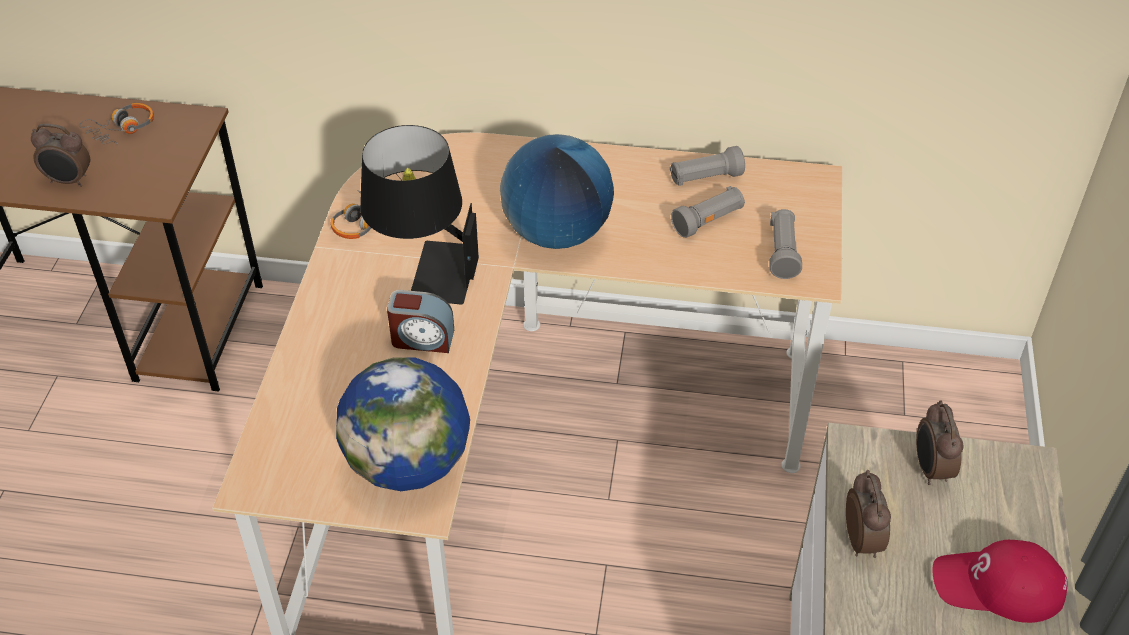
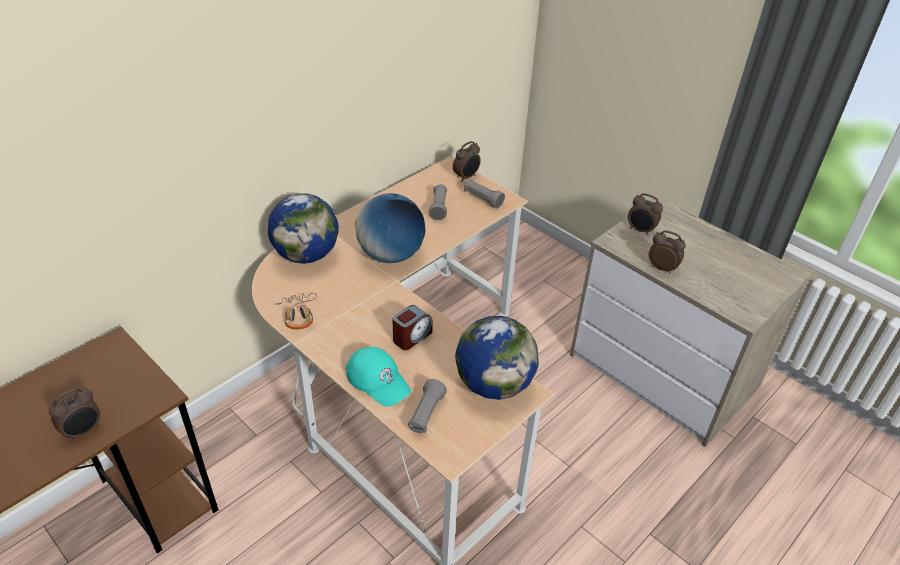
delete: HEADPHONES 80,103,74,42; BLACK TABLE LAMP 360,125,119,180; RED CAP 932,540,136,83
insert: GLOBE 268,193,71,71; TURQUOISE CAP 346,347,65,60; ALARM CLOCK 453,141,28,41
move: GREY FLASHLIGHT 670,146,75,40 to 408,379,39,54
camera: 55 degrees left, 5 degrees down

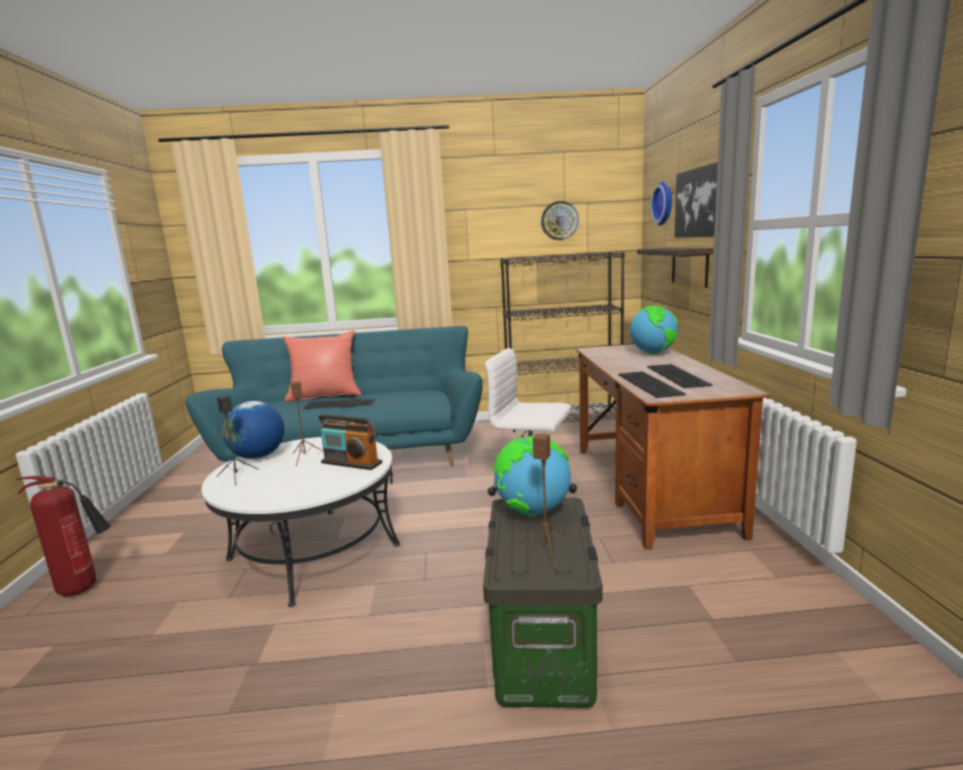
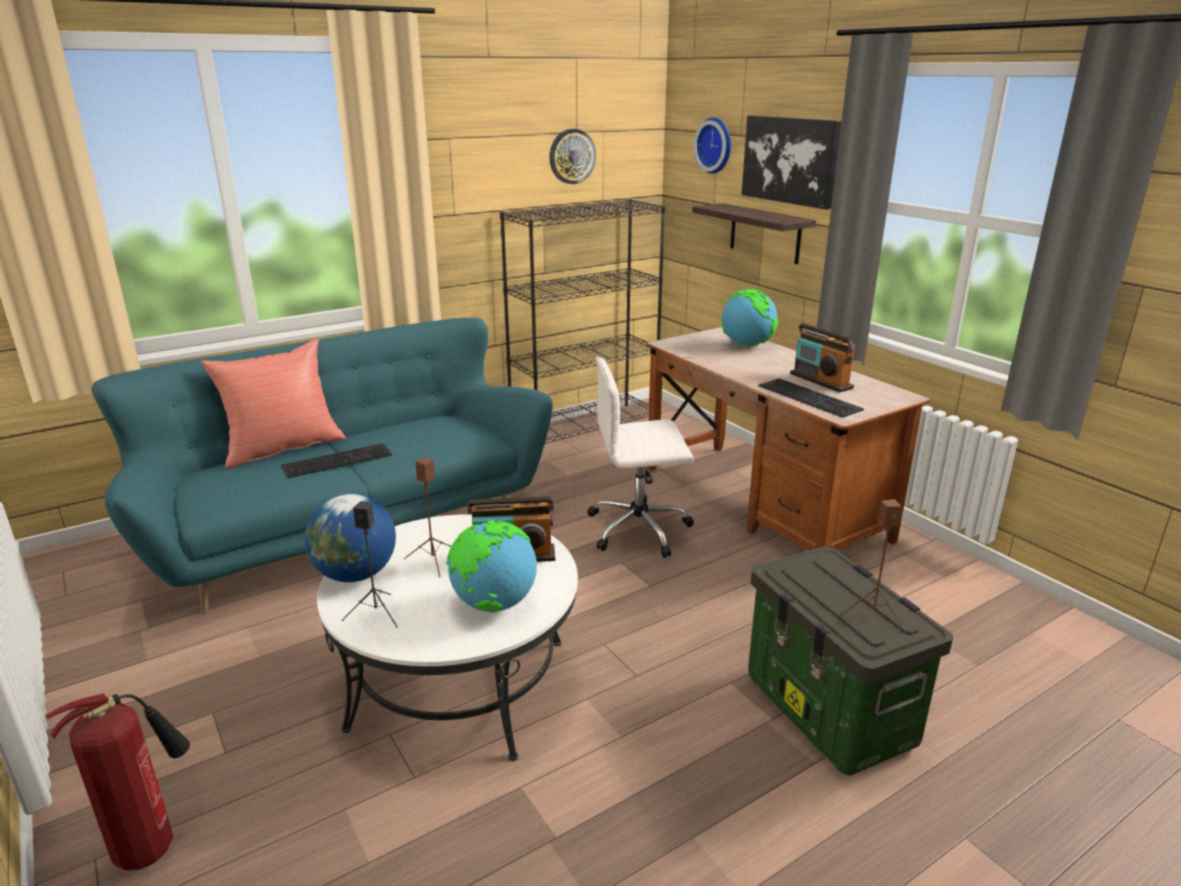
move: GLOBE 493,435,78,81 to 446,520,91,93
replace: KEYBOARD 647,364,65,24 to RADIO 790,323,65,69
camera: 30 degrees left, 10 degrees up

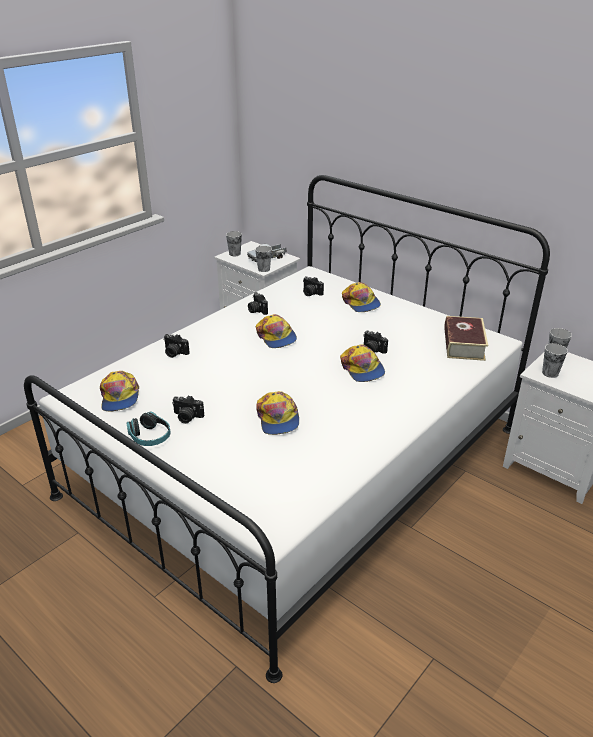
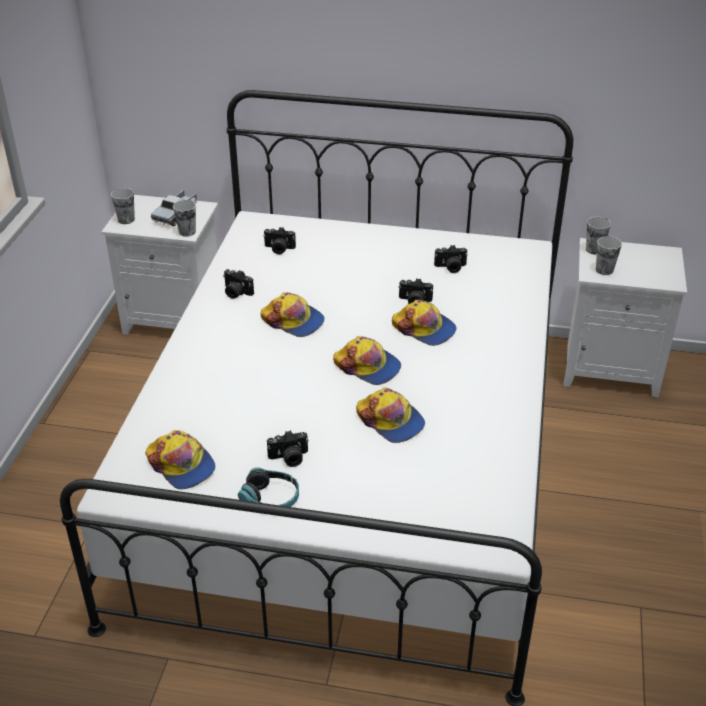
delete: BOOK 445,316,43,45
move: PHOTO CAMERA 163,334,27,24 to 434,245,34,28; CAP 342,282,39,30 to 333,336,68,49
camera: 30 degrees left, 5 degrees up

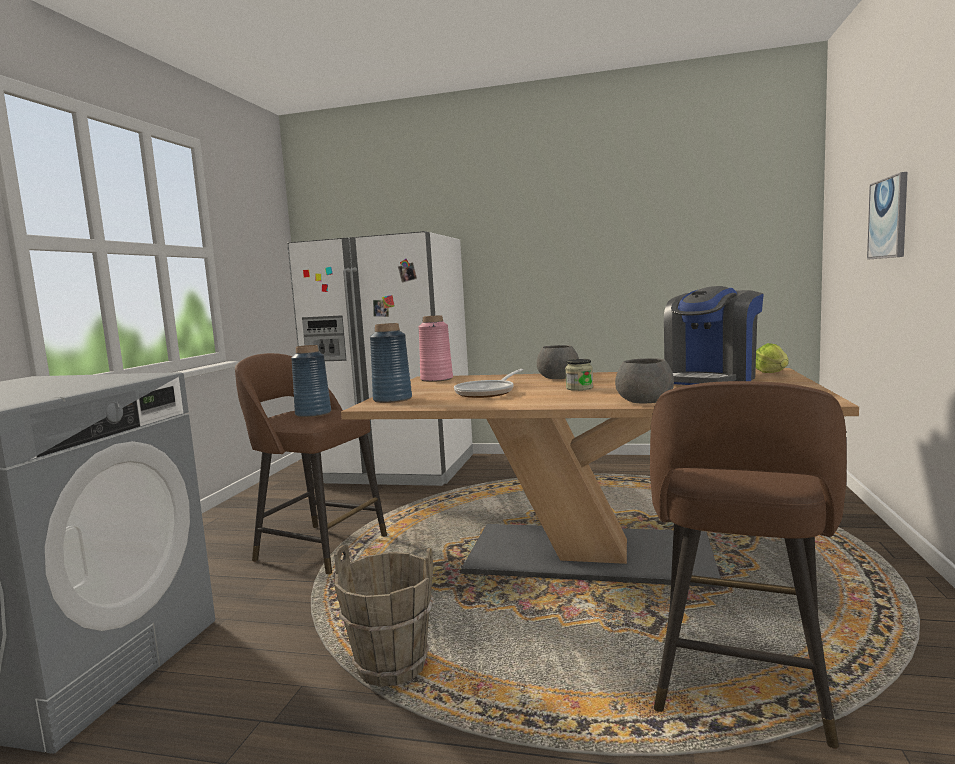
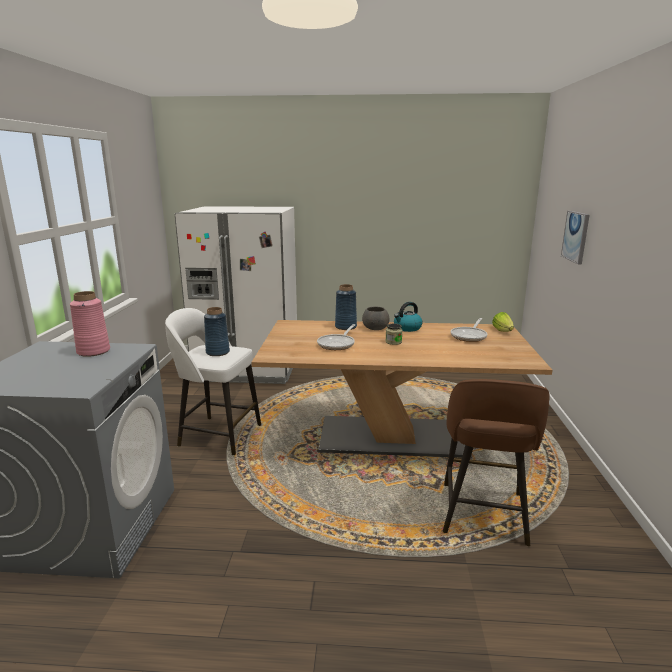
delete: BROWN BUCKET 334,545,100,142; GREY BOWL 615,358,59,45
insert: KETTLE 394,302,29,30
move: BLUE VASE 370,323,42,80 to 335,284,22,46; PINK VASE 419,315,34,67 to 70,291,40,66
replace: COFFEE MACHINE 664,286,100,99 to FRYING PAN 451,318,36,24
recolor: BROWN STOOL 235,353,152,221 to WHITE STOOL 165,308,96,147
camera: 10 degrees left, 10 degrees up

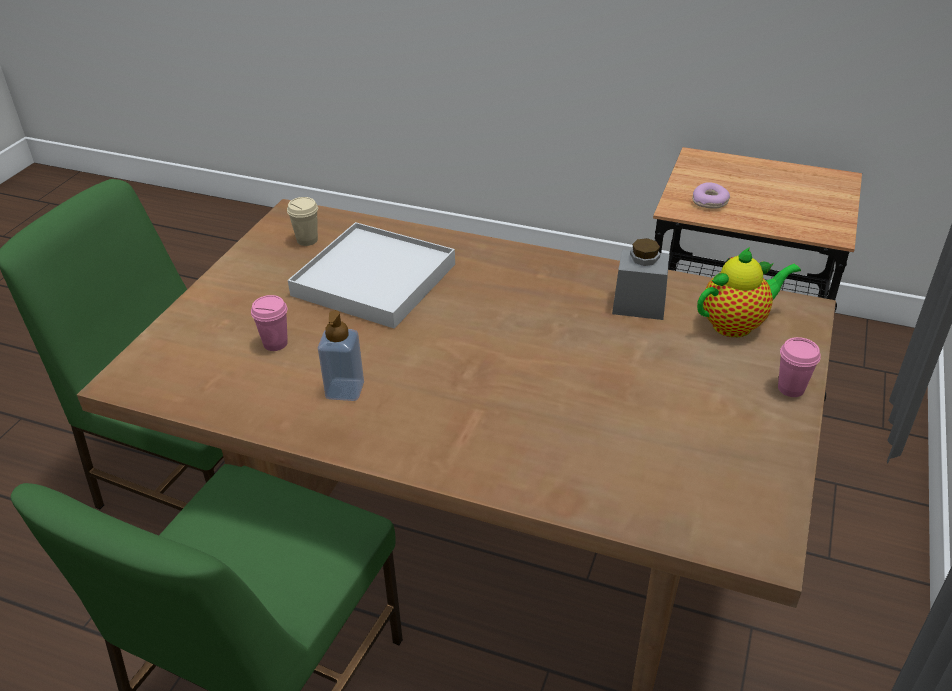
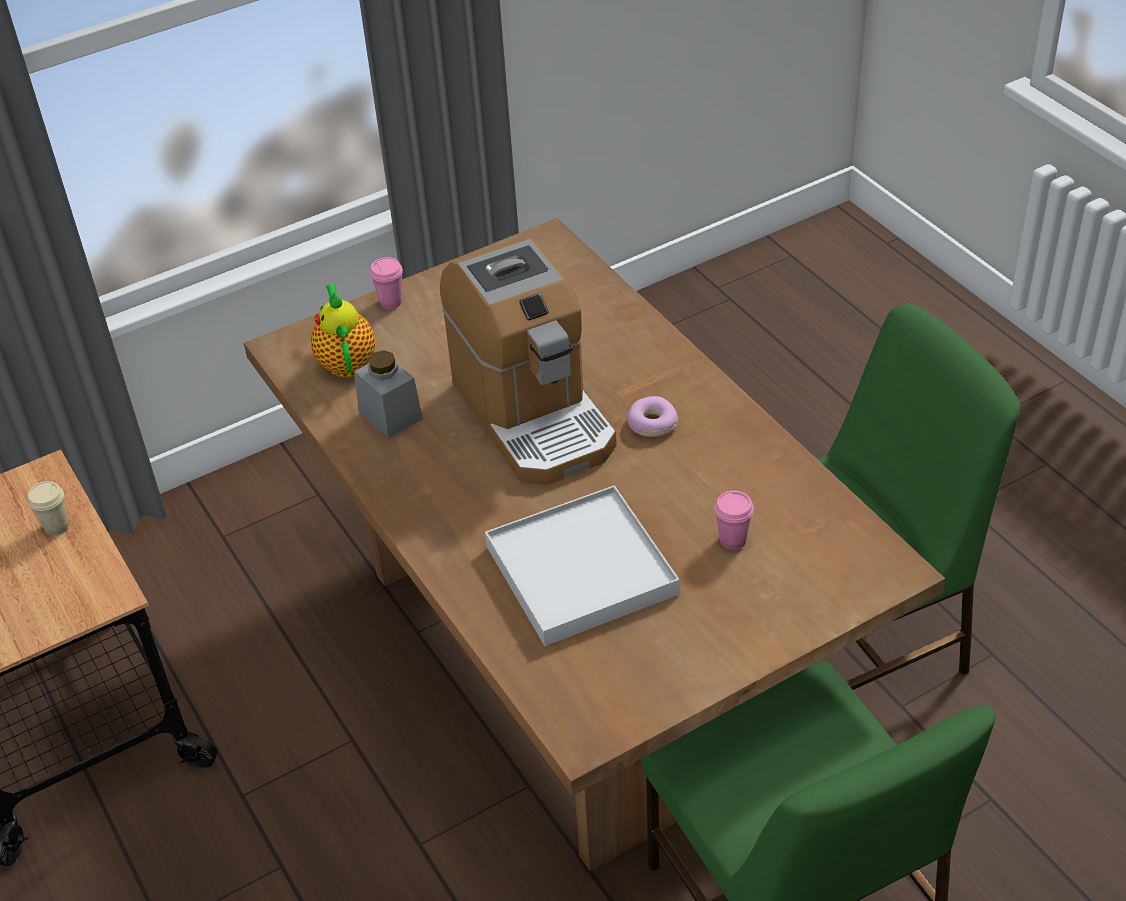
delete: SOAP DISPENSER 318,310,46,91
insert: COFFEE MACHINE 440,237,177,248
move: BEIGE CUP 287,197,31,49 to 27,481,42,54; DONUT 692,182,38,27 to 628,396,50,41
rotate: TEAPOT 697,247,104,90 = 311,284,64,93 60 degrees clockwise
camera: 140 degrees left, 5 degrees up

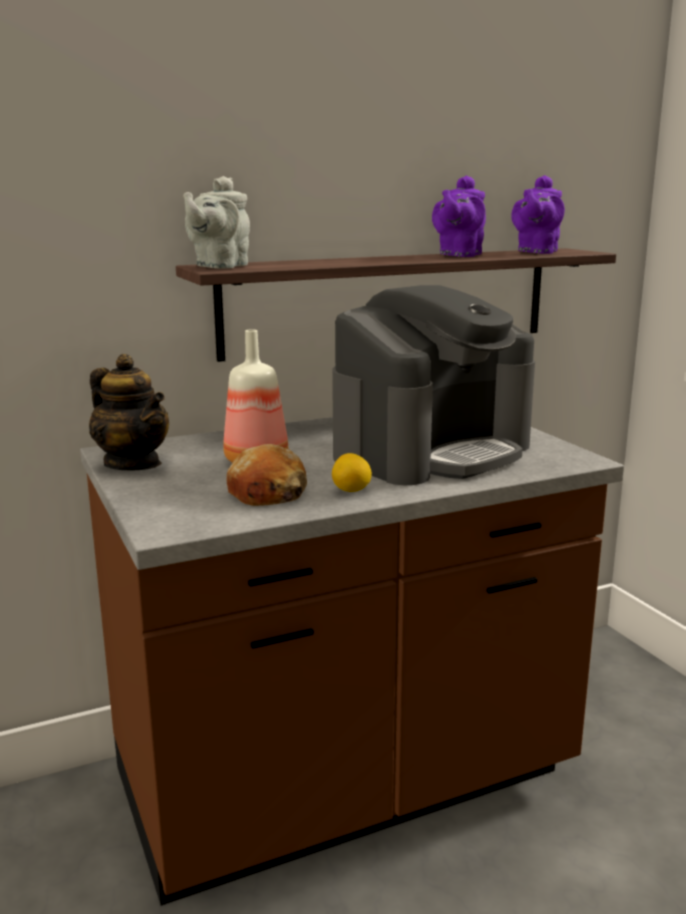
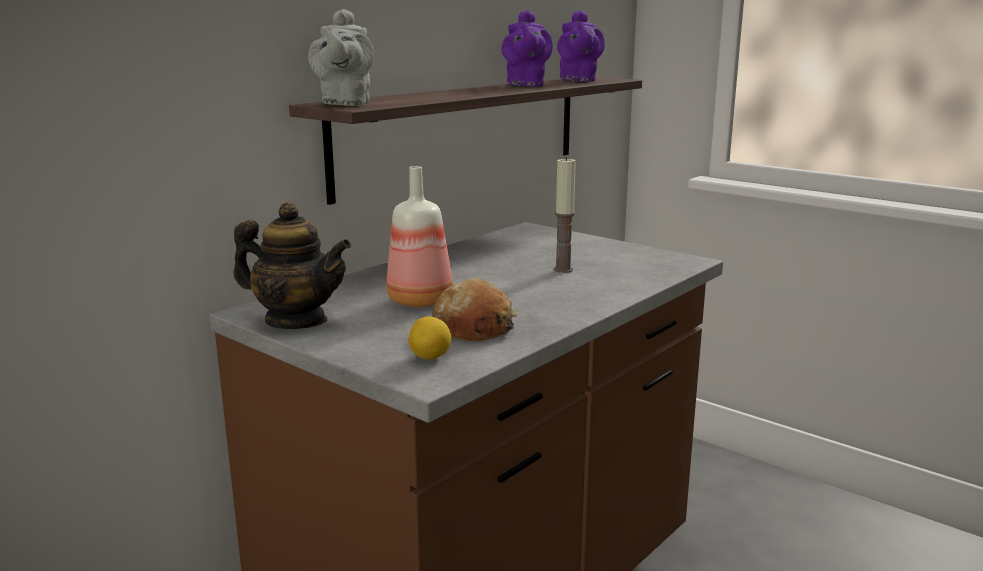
move: LEMON 332,453,40,39 to 408,317,43,42
replace: COFFEE MACHINE 332,285,203,200 to CANDLE 554,157,22,116
camera: 25 degrees left, 0 degrees up

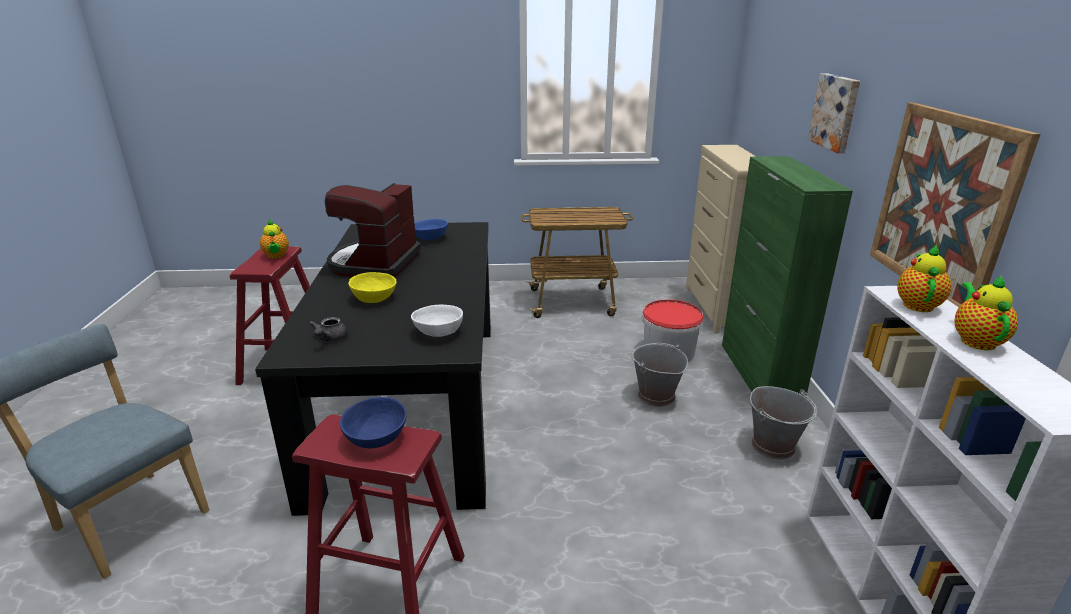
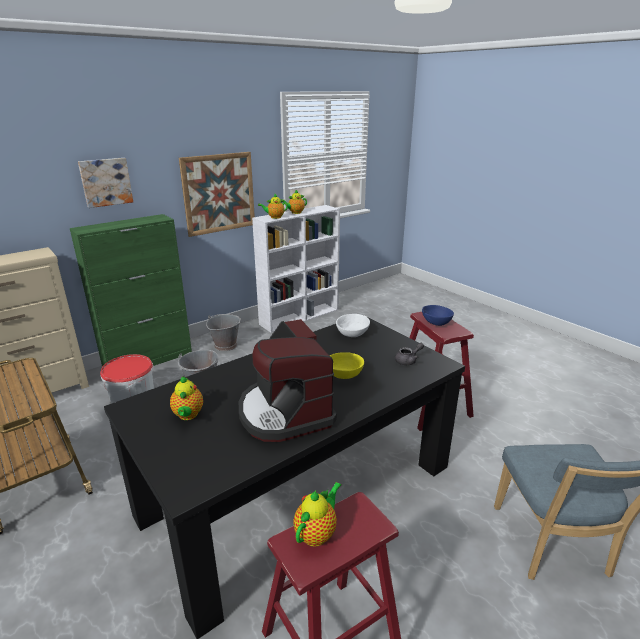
replace: BLUE BOWL 415,219,33,21 to TEAPOT 170,376,33,44
rotate: COFFEE MACHINE 324,183,97,94 = 239,319,98,123 90 degrees clockwise
camera: 125 degrees left, 0 degrees up

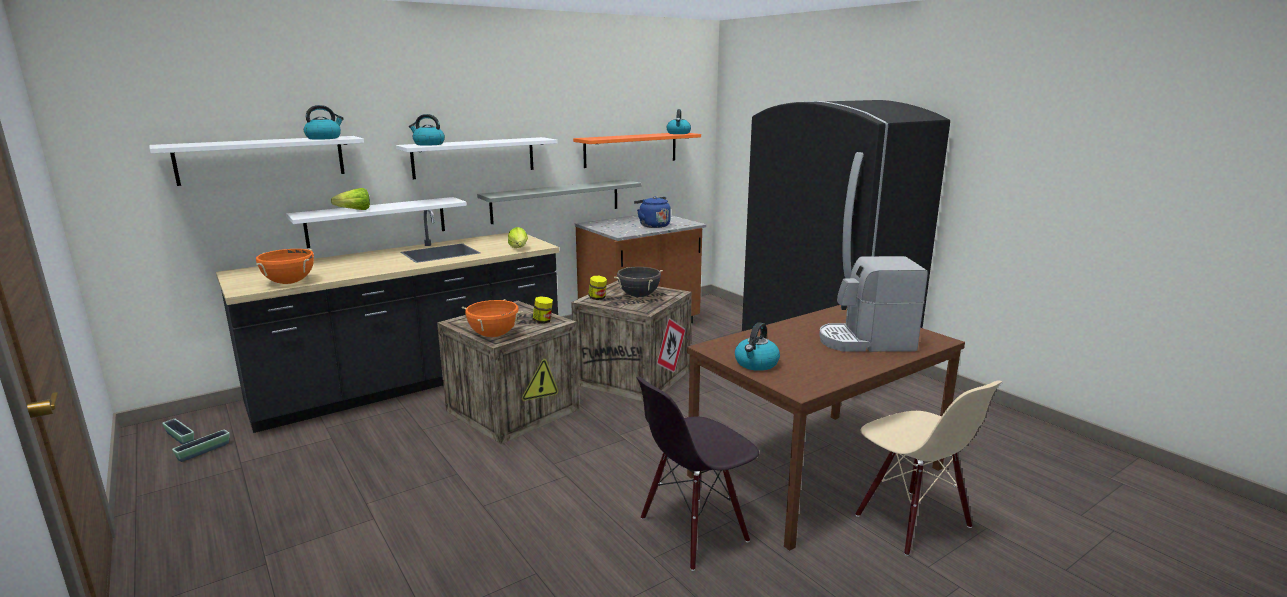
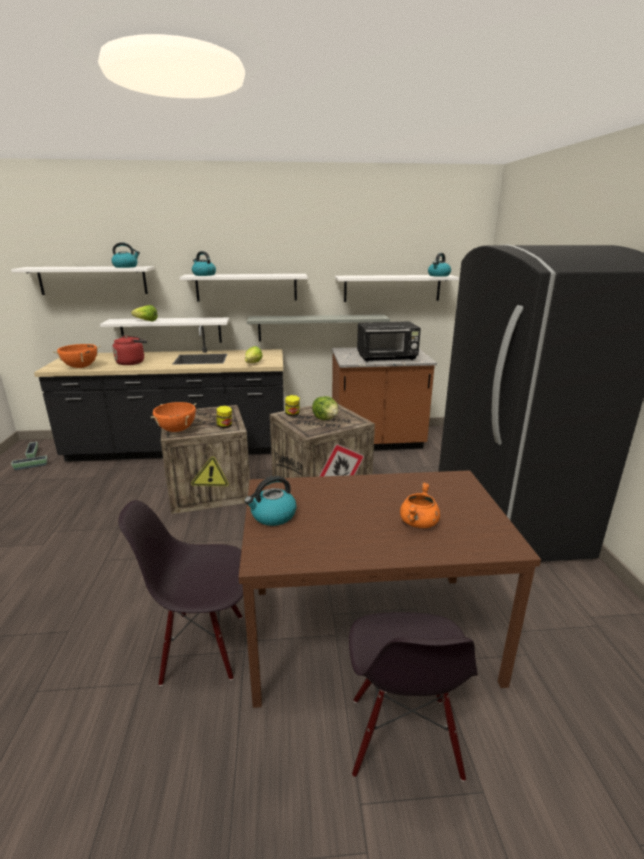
insert: RED KETTLE 112,335,35,30
replace: BLACK COOKING POT 614,267,49,30 to LETTUCE 312,396,26,24; BLUE KETTLE 634,196,37,32 to BLACK MICROWAVE 357,321,64,41; COFFEE MACHINE 819,256,109,96 to ORANGE COOKING POT 400,483,40,45
recolor: ORANGE SHELF 573,133,128,35 to WHITE SHELF 335,275,124,27; BEIGE CHAIR 855,380,147,176 to BLACK CHAIR 349,612,129,170
camera: 30 degrees right, 5 degrees up

